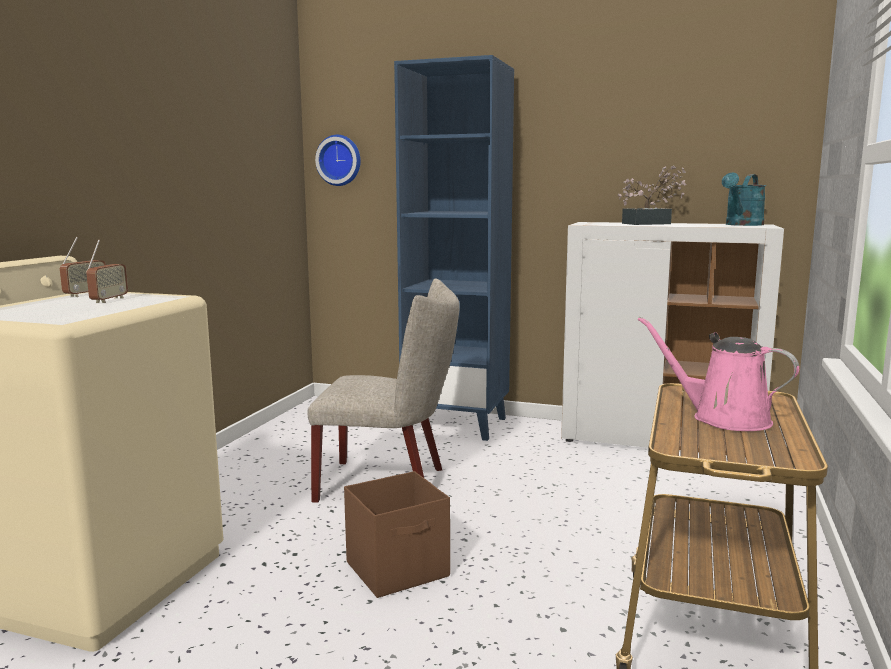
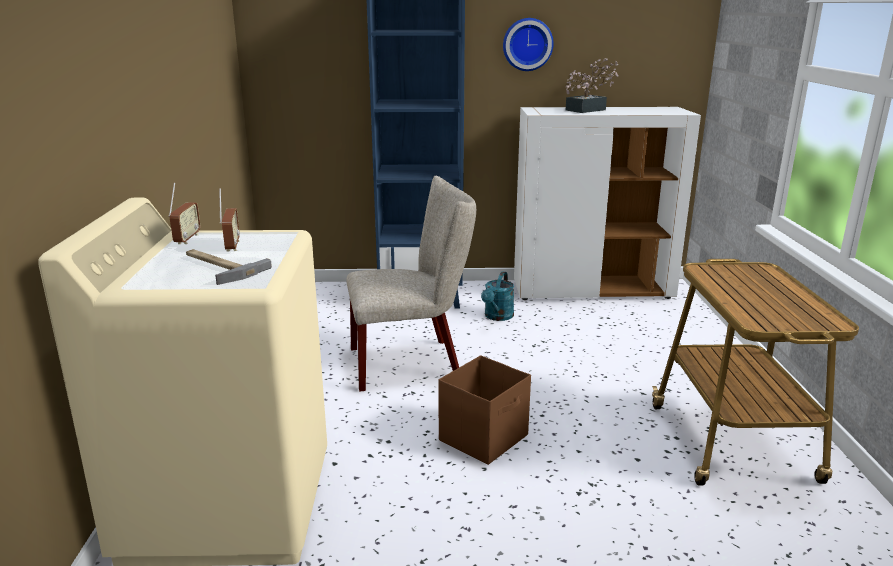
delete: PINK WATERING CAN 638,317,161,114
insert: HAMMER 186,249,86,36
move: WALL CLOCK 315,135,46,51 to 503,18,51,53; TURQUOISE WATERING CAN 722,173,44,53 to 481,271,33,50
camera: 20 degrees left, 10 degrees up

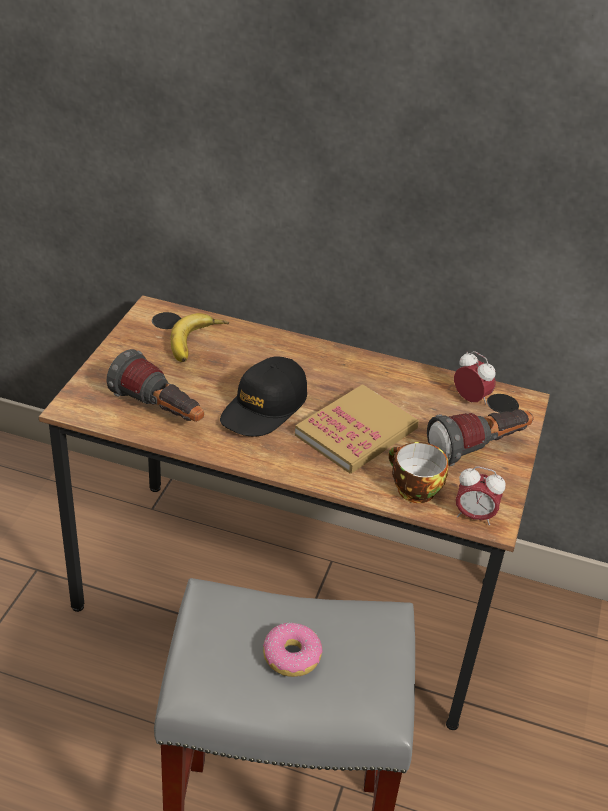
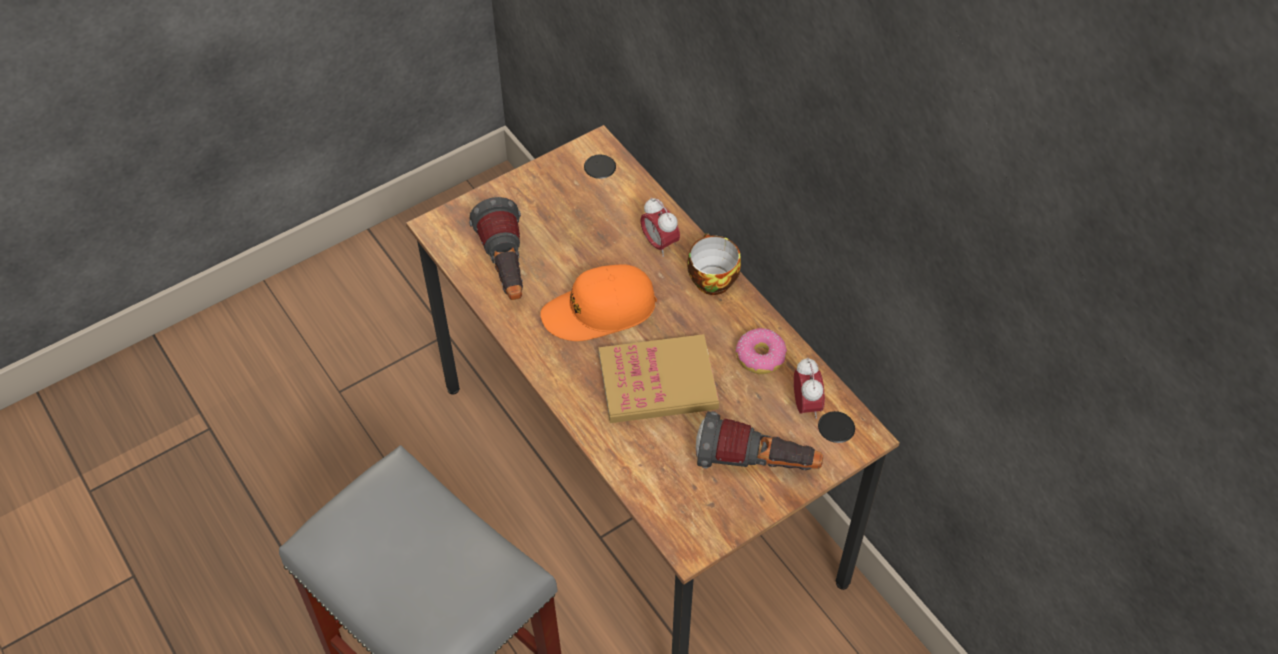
delete: BANANA 171,313,58,49
move: DONUT 263,623,59,54 to 735,328,52,46; CUP 389,442,59,61 to 687,233,54,62; ALARM CLOCK 456,466,50,59 to 641,198,39,59
recolor: BLACK CAP 220,356,87,80 to ORANGE CAP 540,265,117,76
camera: 40 degrees right, 15 degrees up

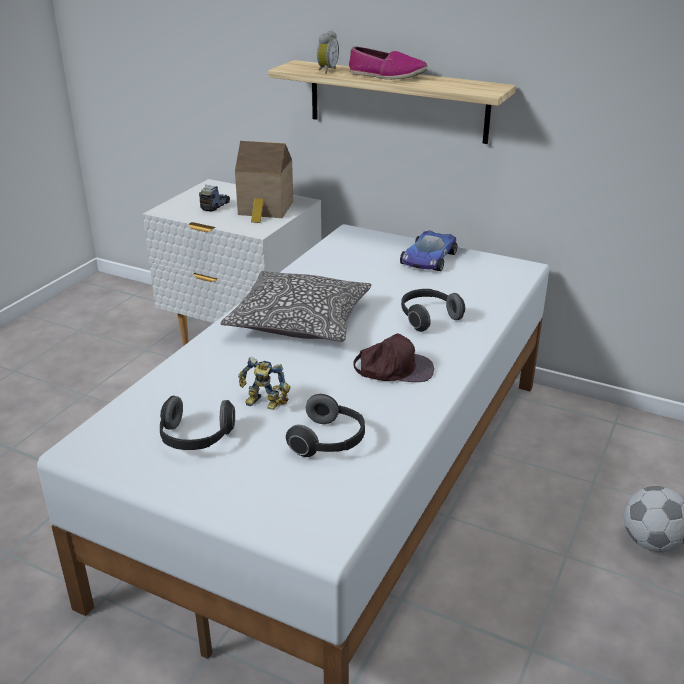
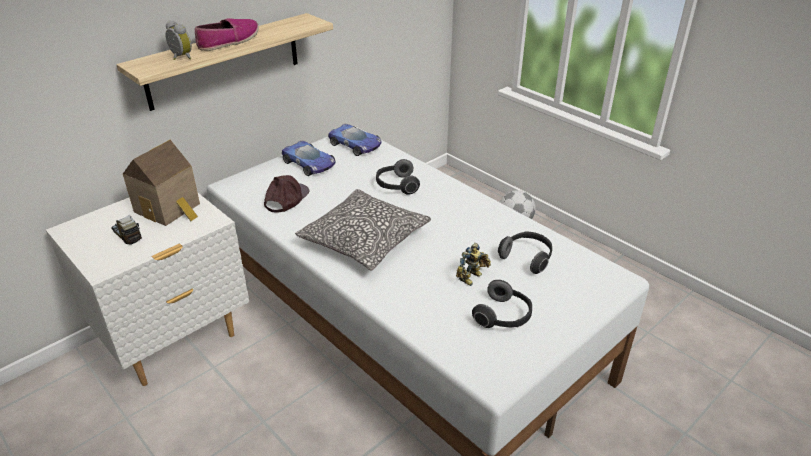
insert: TOY CAR 328,124,54,32
move: BROWN CAP 353,334,81,48 to 264,175,46,38
camera: 70 degrees left, 5 degrees up

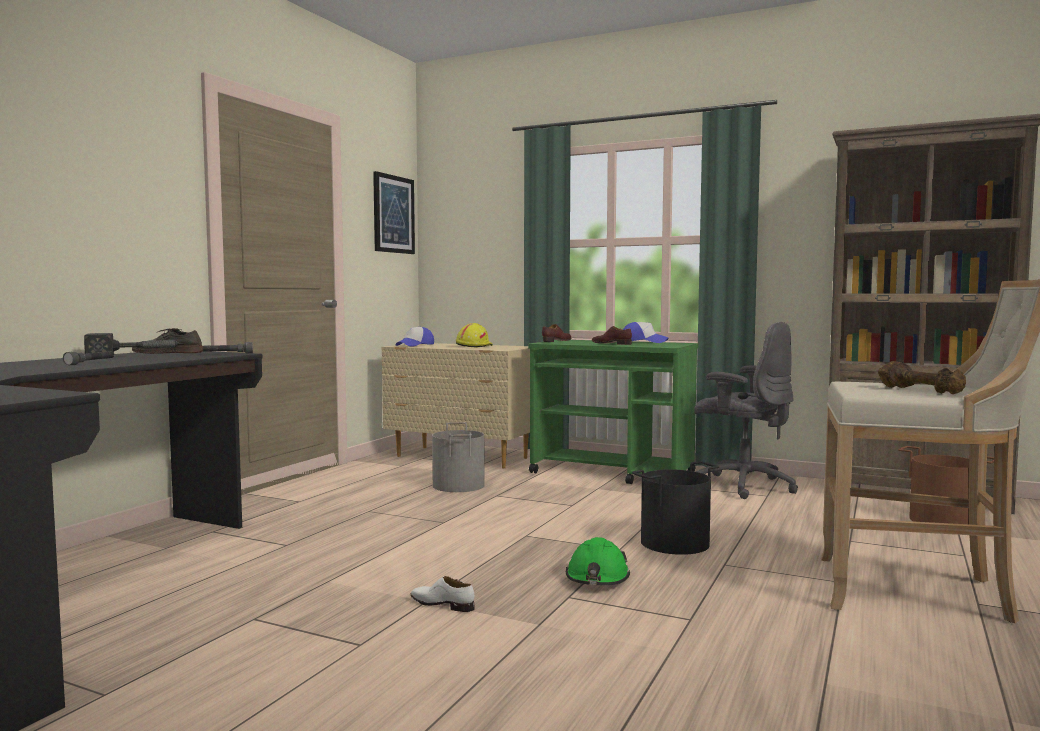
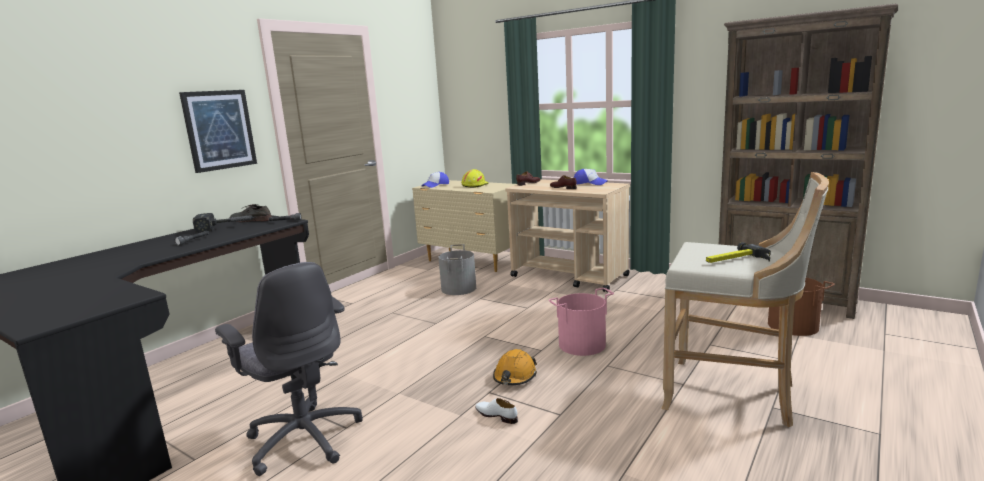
move: PICTURE 373,171,42,83 to 179,90,78,83; WHITE SHOE 411,576,64,36 to 475,398,43,26; GREY OFFICE CHAIR 694,322,104,177 to 215,262,148,214
replace: BROWN DUMBBELL 878,361,88,33 to HAMMER 706,242,65,21
recolor: GREEN CART 528,340,170,144 to BEIGE CART 505,179,125,113; GREEN HARD HAT 566,537,64,48 to ORANGE HARD HAT 493,349,44,36; BLACK BUCKET 632,461,87,94 to PINK BUCKET 549,288,65,68
camera: 10 degrees right, 10 degrees up

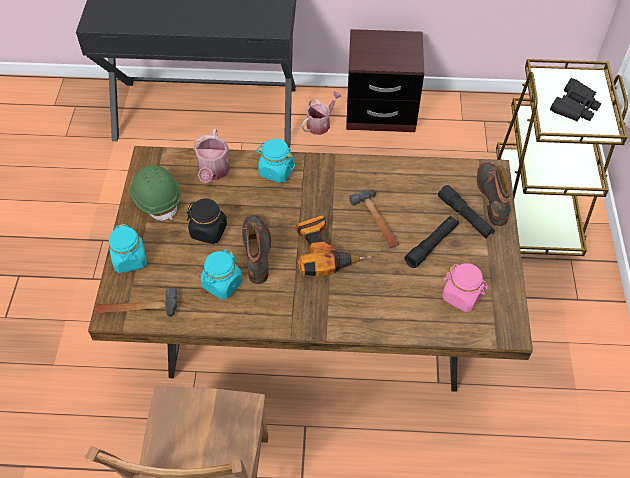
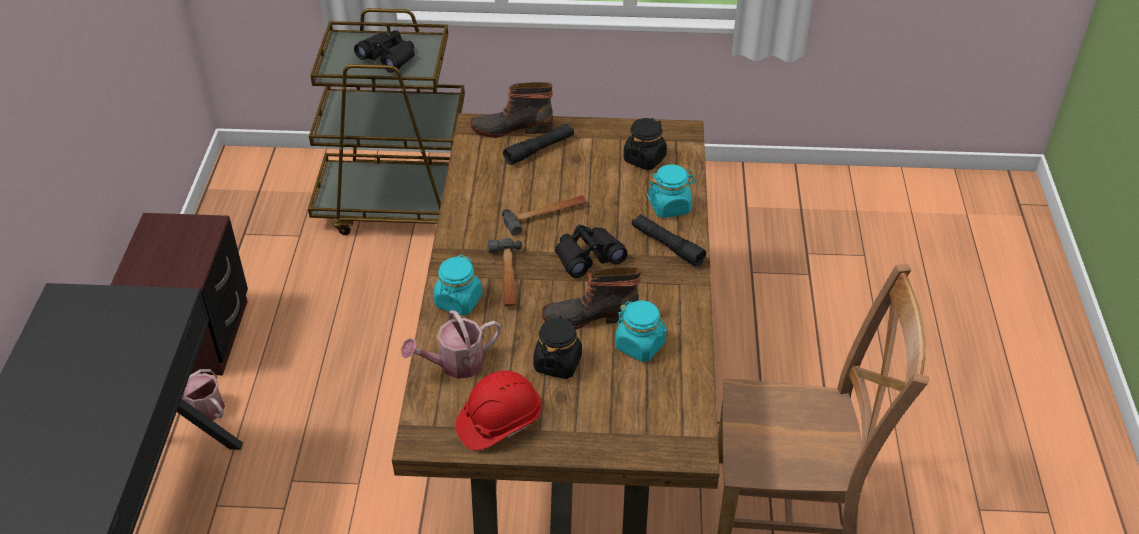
move: HAMMER 96,288,81,29 to 488,238,34,68; TURQUOISE JAR 109,224,38,49 to 647,164,49,54; BLACK FLASHLIGHT 404,216,55,52 to 632,214,74,52
replace: POWER DRILL 296,215,76,62 to BLACK BINOCULARS 555,225,73,53
recolor: GREEN HARD HAT 130,165,51,55 to RED HARD HAT 455,371,87,80; PINK JAR 442,263,47,49 to BLACK JAR 624,118,43,52
rotate: WATERING CAN 193,129,37,54 = 401,310,100,69 150 degrees clockwise
camera: 90 degrees left, 10 degrees down

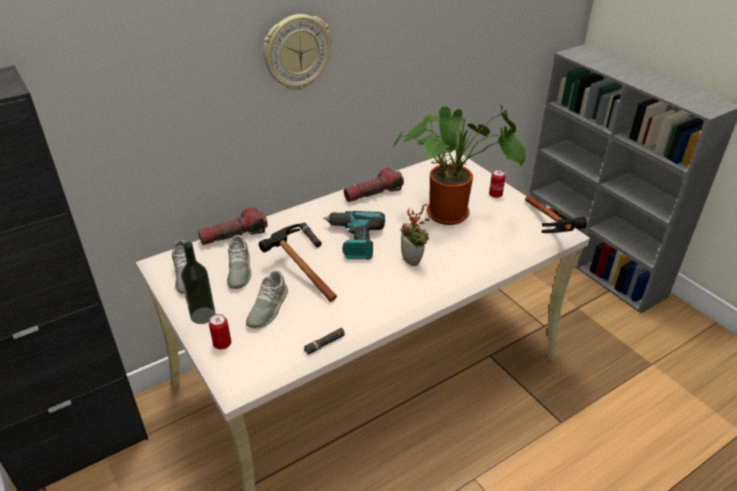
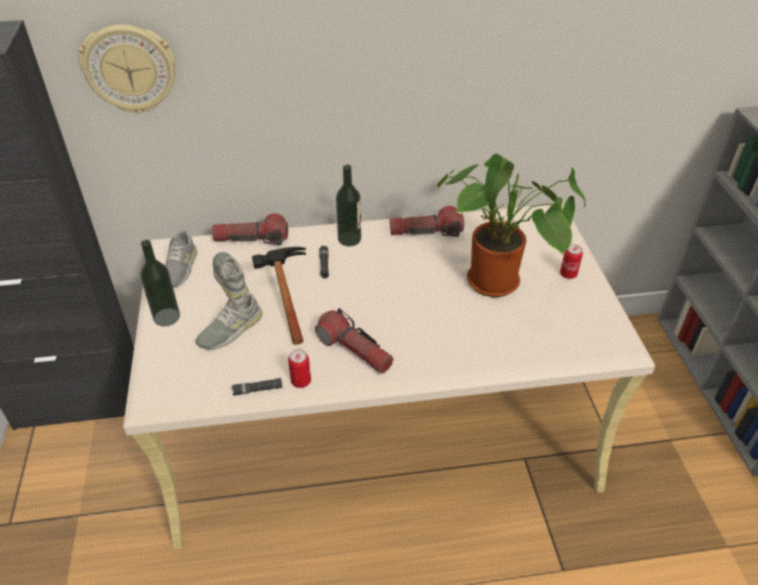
delete: POWER DRILL 323,211,62,49; POTTED PLANT 400,204,32,62; HAMMER 525,196,62,37
insert: FLASHLIGHT 315,308,79,66; BOTTLE 336,165,25,81
move: CAN 209,314,22,35 to 288,349,23,39; WALL CLOCK 263,14,69,76 to 78,24,97,90
rotate: GREY SHOE 227,235,24,54 = 213,252,36,47 135 degrees clockwise
camera: 25 degrees right, 5 degrees up

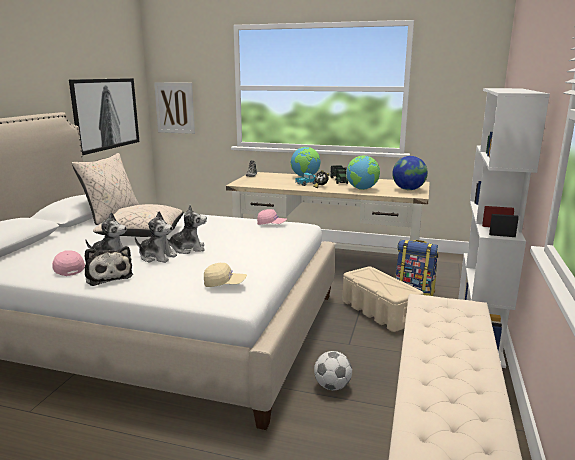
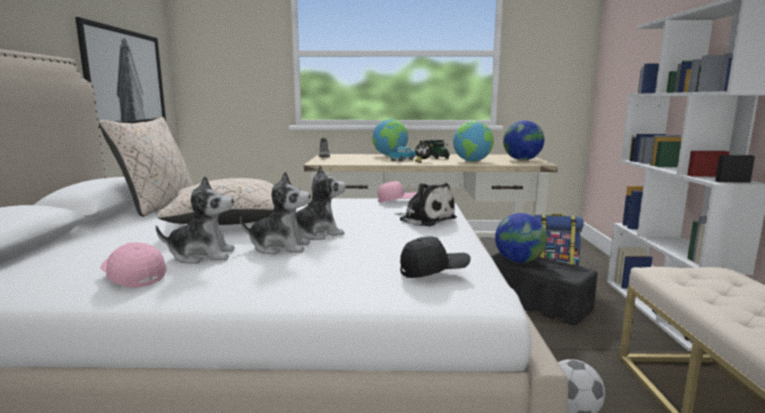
delete: PICTURE 154,82,41,52
insert: GLOBE 495,213,52,50
move: PLUSH TOY 85,246,48,40 to 394,183,63,44
recolor: BEIGE CAP 204,263,43,24 to BLACK CAP 400,236,71,42; BEIGE STORAGE BOX 343,266,80,66 to BLACK STORAGE BOX 491,252,107,73
camera: 15 degrees left, 5 degrees down

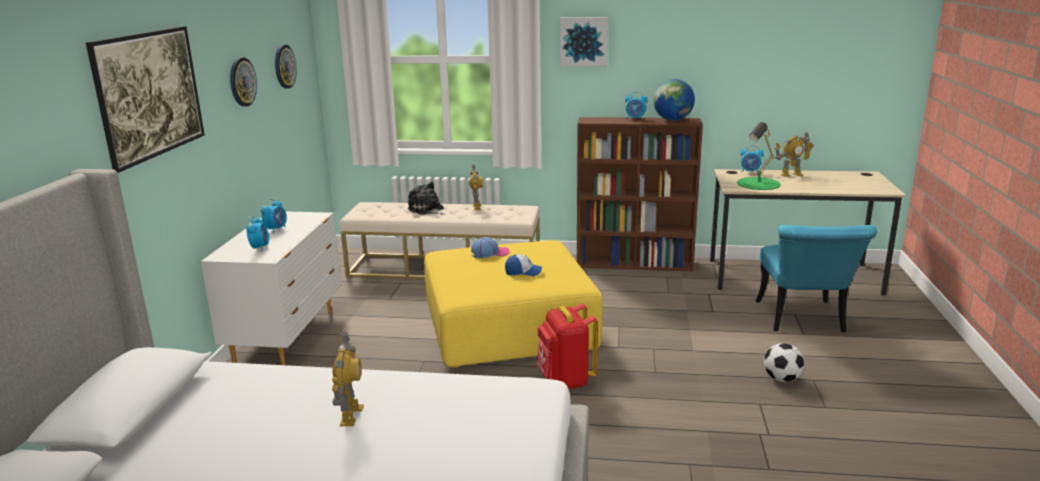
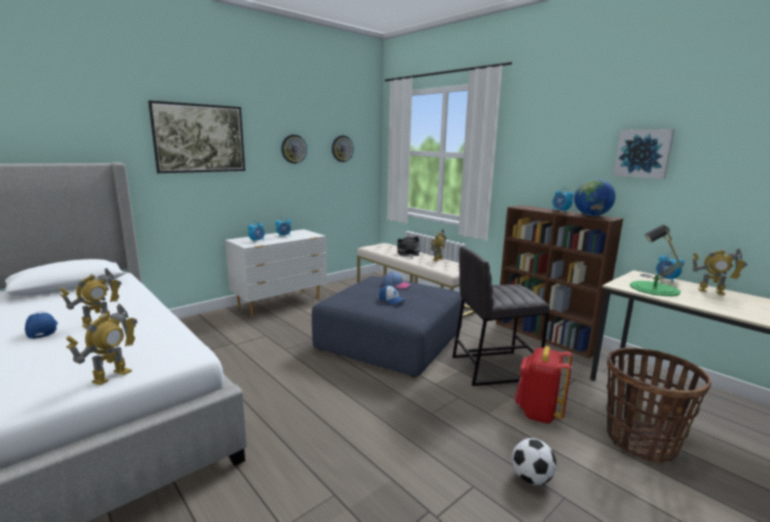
insert: CAP 25,311,33,28; TOY ROBOT 66,304,72,81; GREY STOOL 452,247,97,139
move: RED BACKPACK 537,304,61,85 to 514,346,58,77; PICTURE 560,17,48,49 to 613,129,62,50
replace: TURQUOISE CHAIR 755,225,122,108 to BASKET 606,348,105,116
recolor: YELLOW OTTOMAN 424,240,178,128 to BLUE OTTOMAN 312,276,151,101
camera: 40 degrees right, 5 degrees down

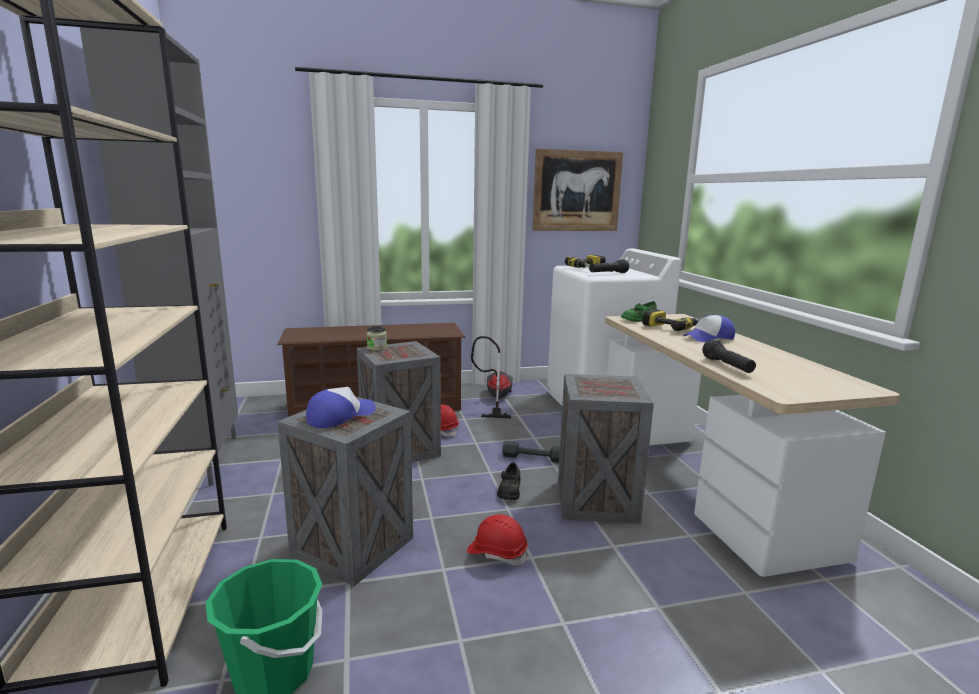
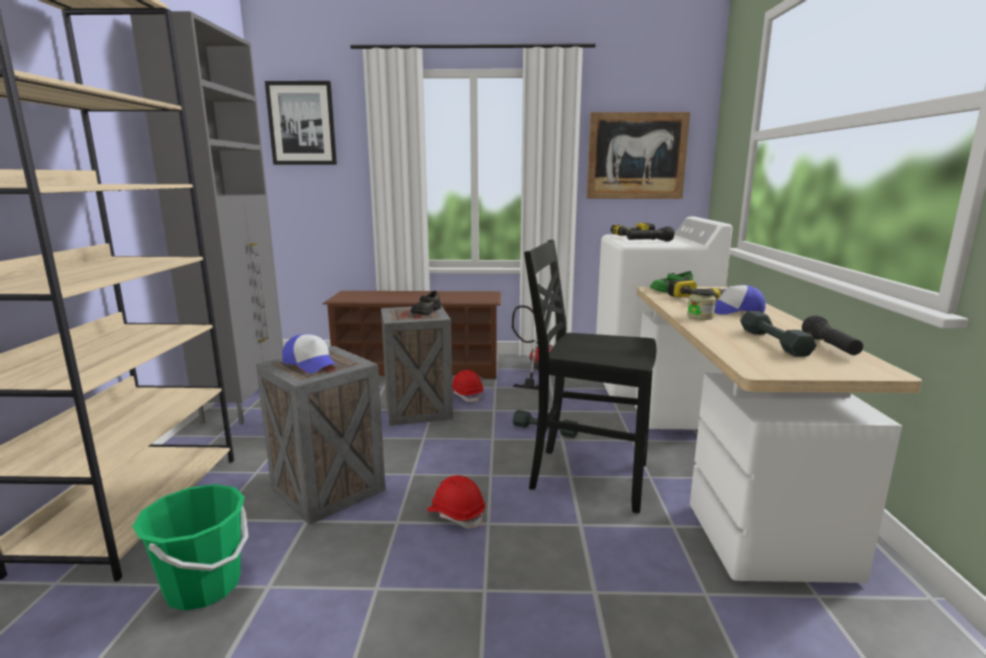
insert: PICTURE 265,81,72,84; GREY DUMBBELL 740,311,77,46
move: JAR 367,326,20,25 to 687,289,29,31; BLACK SHOE 497,463,23,37 to 410,291,31,24; BLACK FLASHLIGHT 702,340,54,33 to 802,315,61,40
replace: CRATE 558,374,96,150 to BLACK CHAIR 524,239,132,274
rotate: CAP 306,387,70,41 = 282,334,55,39 75 degrees clockwise
camera: 15 degrees right, 0 degrees up

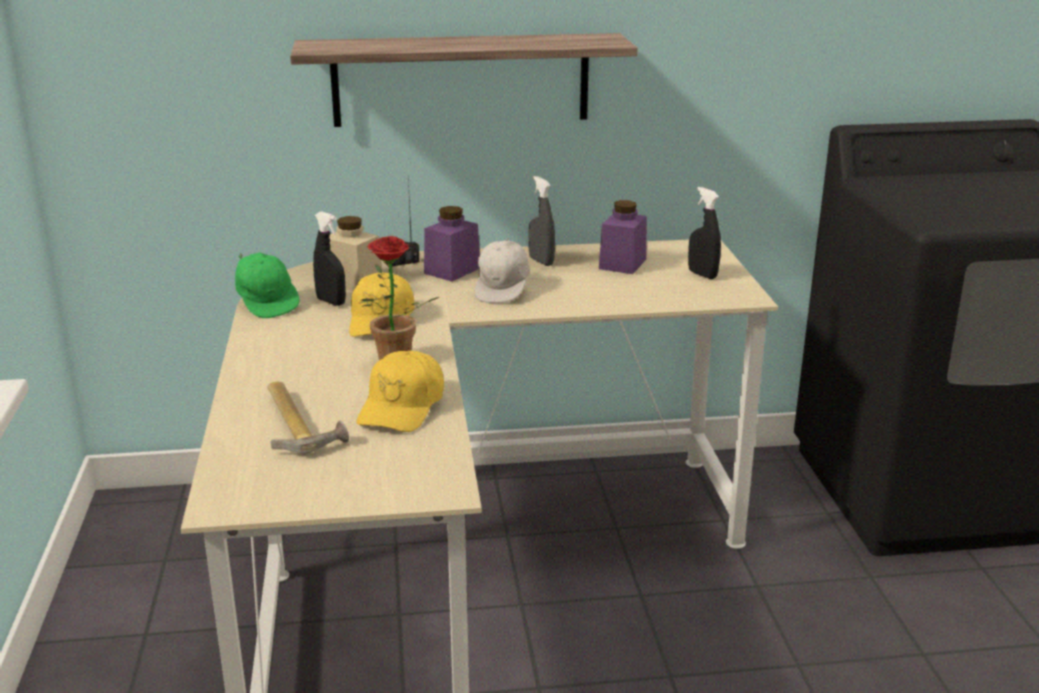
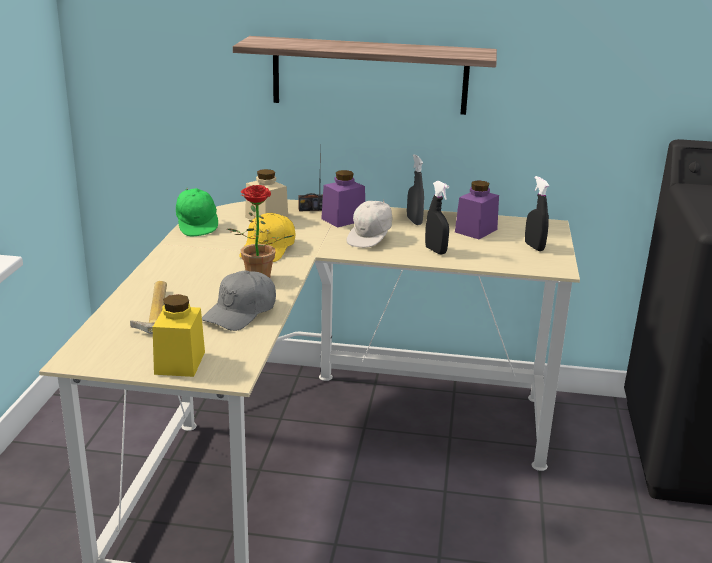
insert: YELLOW JAR 153,294,52,83
move: BLACK SPRAY BOTTLE 313,211,33,95 to 425,181,24,74
recolor: YELLOW CAP 356,351,88,81 to GREY CAP 202,270,74,61
camera: 15 degrees right, 0 degrees up

